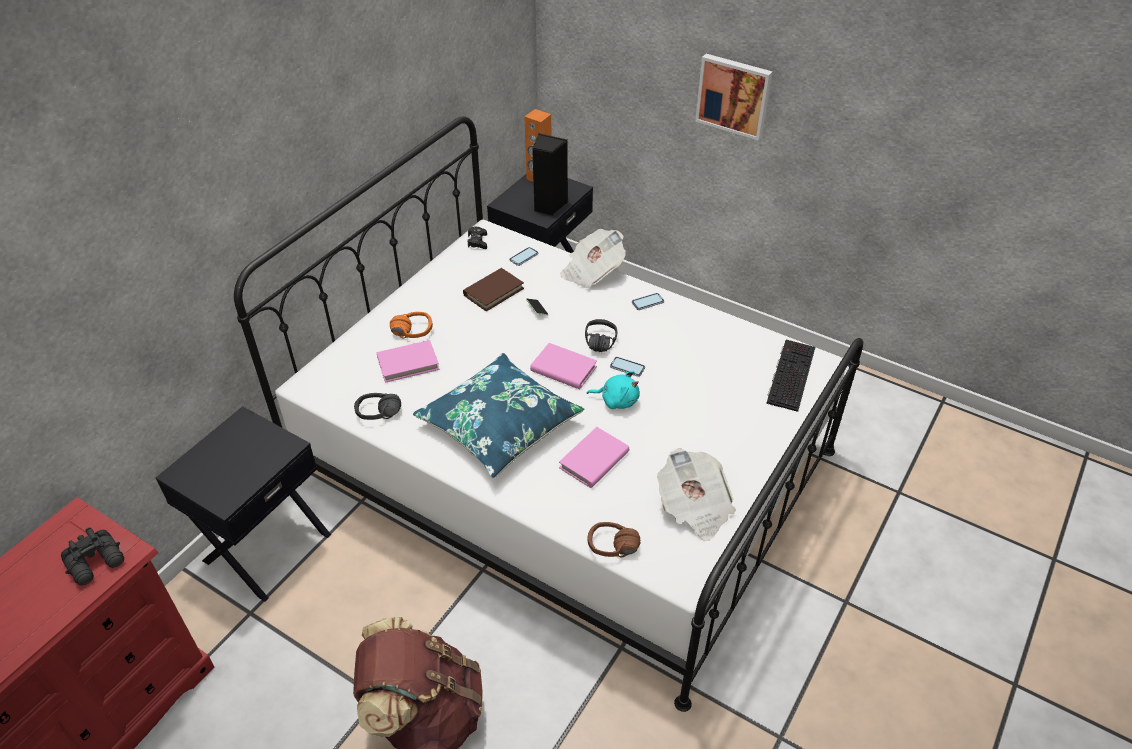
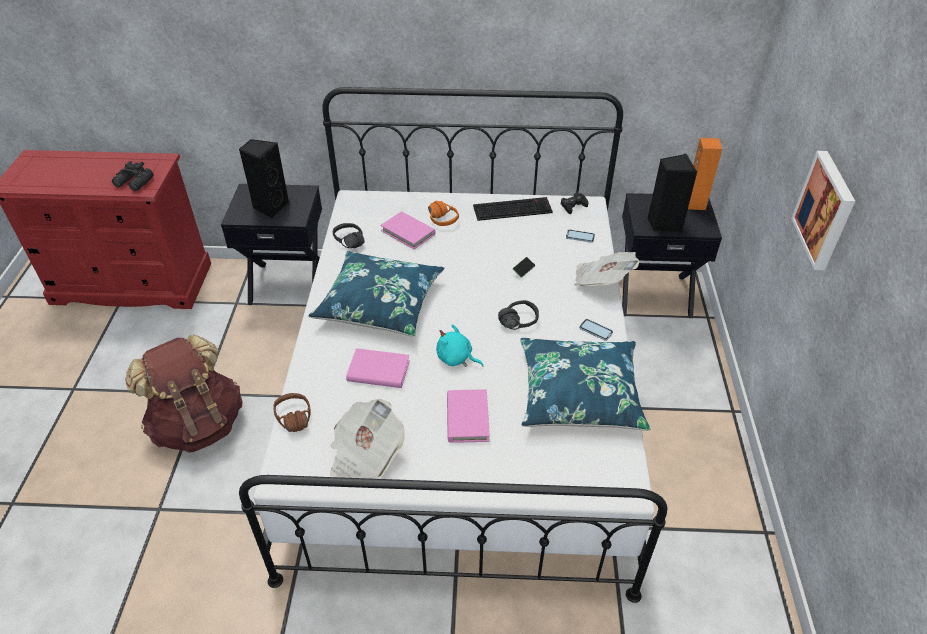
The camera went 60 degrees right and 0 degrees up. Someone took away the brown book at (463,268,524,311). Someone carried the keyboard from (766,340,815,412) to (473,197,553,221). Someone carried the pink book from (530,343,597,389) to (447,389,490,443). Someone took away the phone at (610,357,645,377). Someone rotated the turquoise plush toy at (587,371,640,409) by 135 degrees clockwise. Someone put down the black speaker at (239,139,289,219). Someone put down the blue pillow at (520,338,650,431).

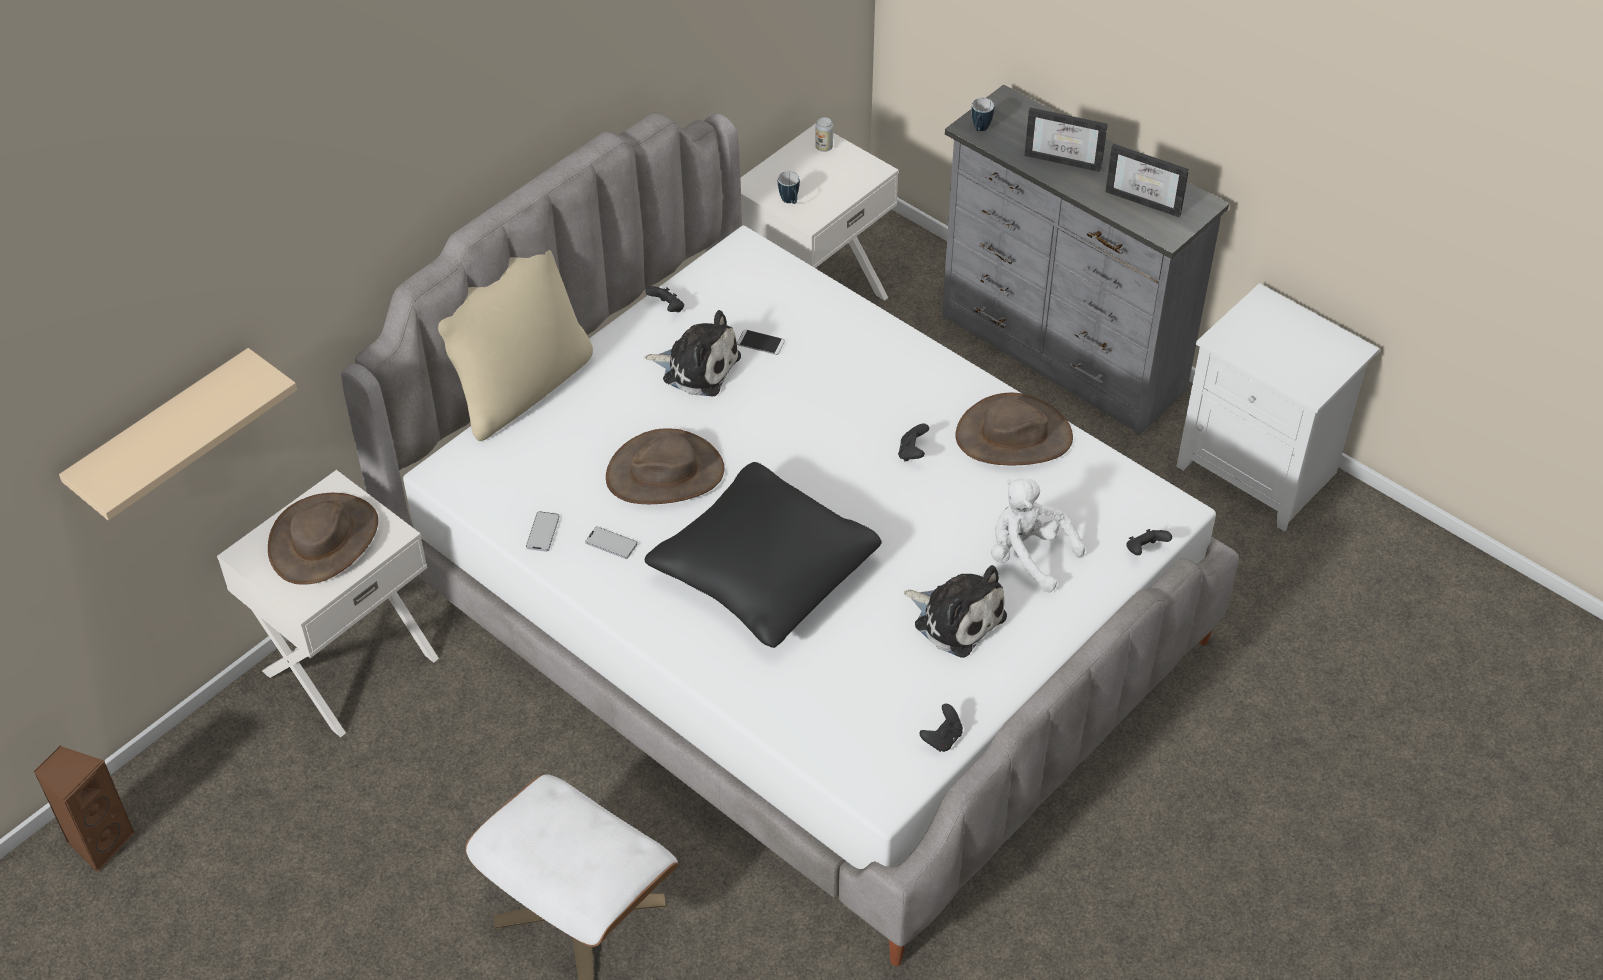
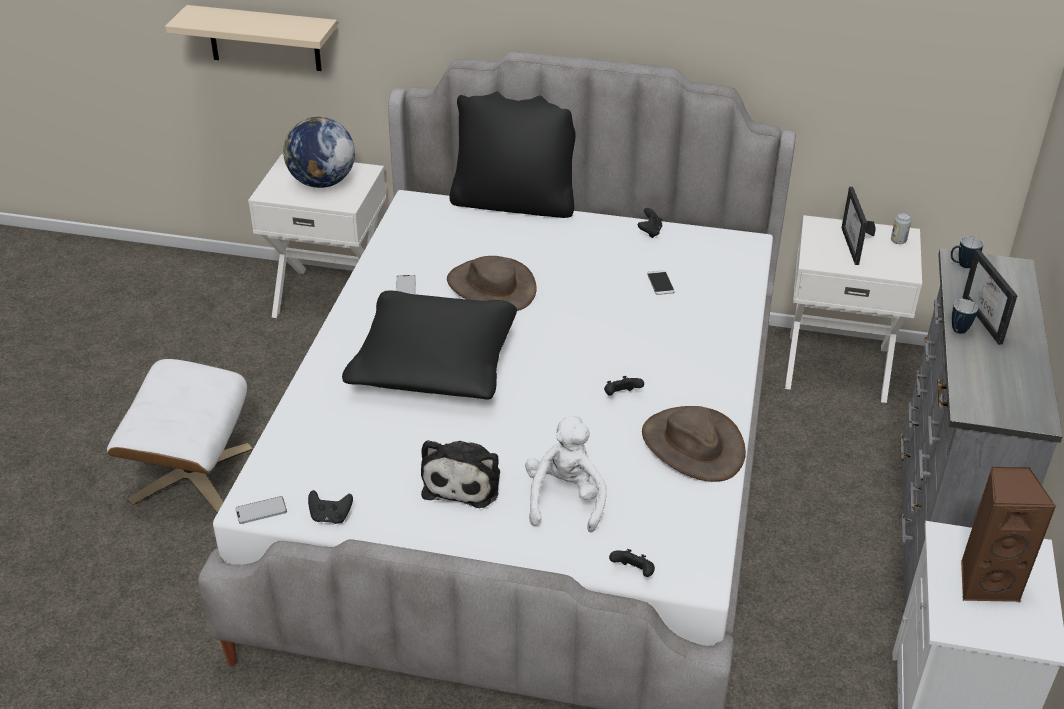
The camera went 60 degrees right and 10 degrees down. Someone carried the picture frame from (1105,144,1189,217) to (842,187,876,265). Someone carried the mug from (778,171,800,204) to (952,299,978,334). Someone repainted the beige pillow at (438,250,593,441), which became the black pillow at (449,91,576,218). Someone took away the plush toy at (644,310,741,396). Someone swapped the brown hat at (268,493,378,585) for the globe at (283,117,355,188). Someone carried the phone from (526,511,560,552) to (235,496,287,524). Someone carried the brown speaker from (33,745,135,873) to (961,466,1056,602).

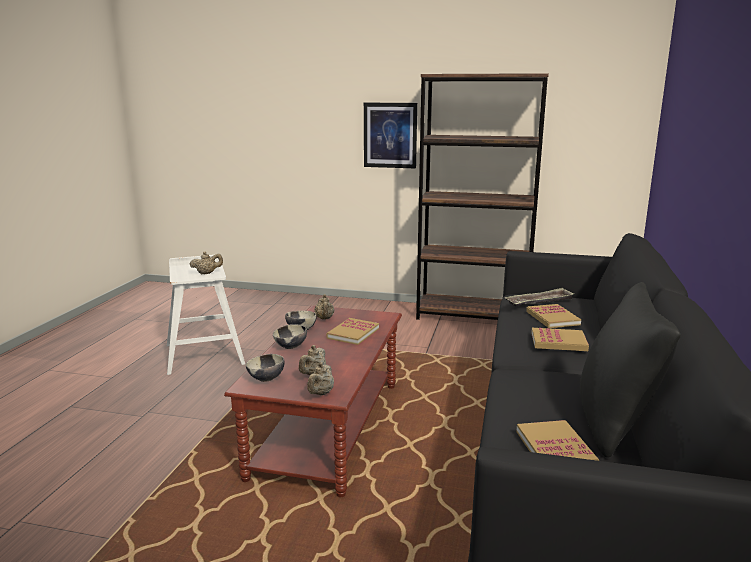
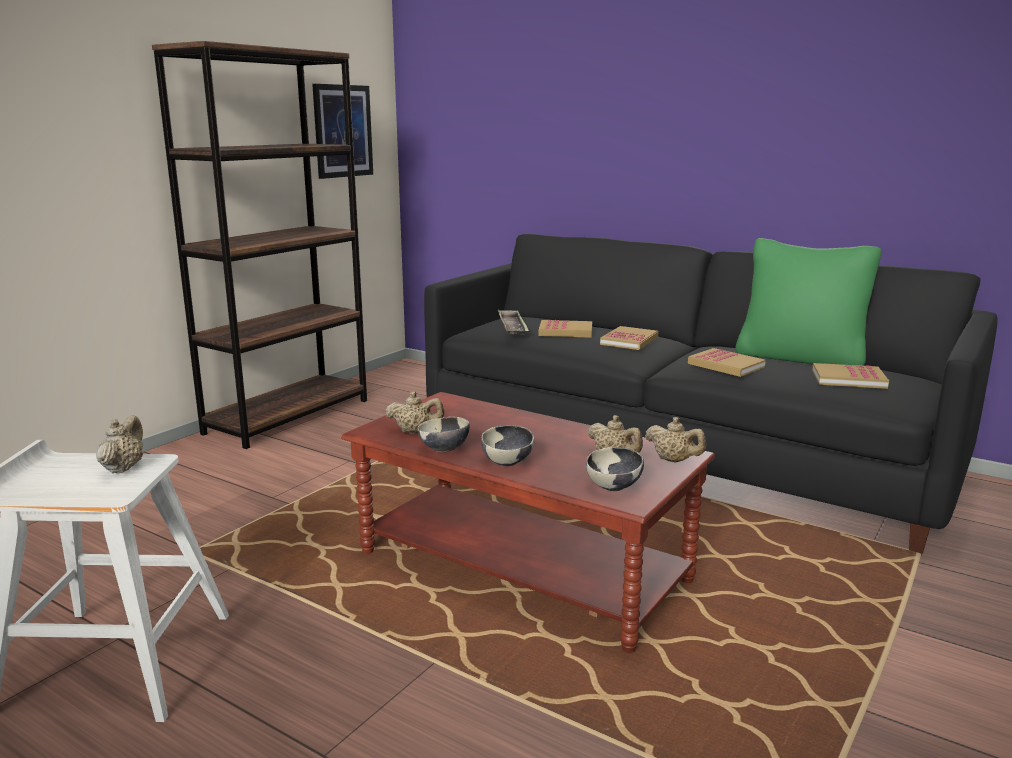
The camera went 70 degrees left and 0 degrees up. Someone carried the picture from (364,103,417,169) to (312,84,373,179). Someone repainted the black pillow at (580,282,681,457), which became the green pillow at (736,238,882,366). Someone carried the book from (326,318,379,345) to (688,348,766,377).

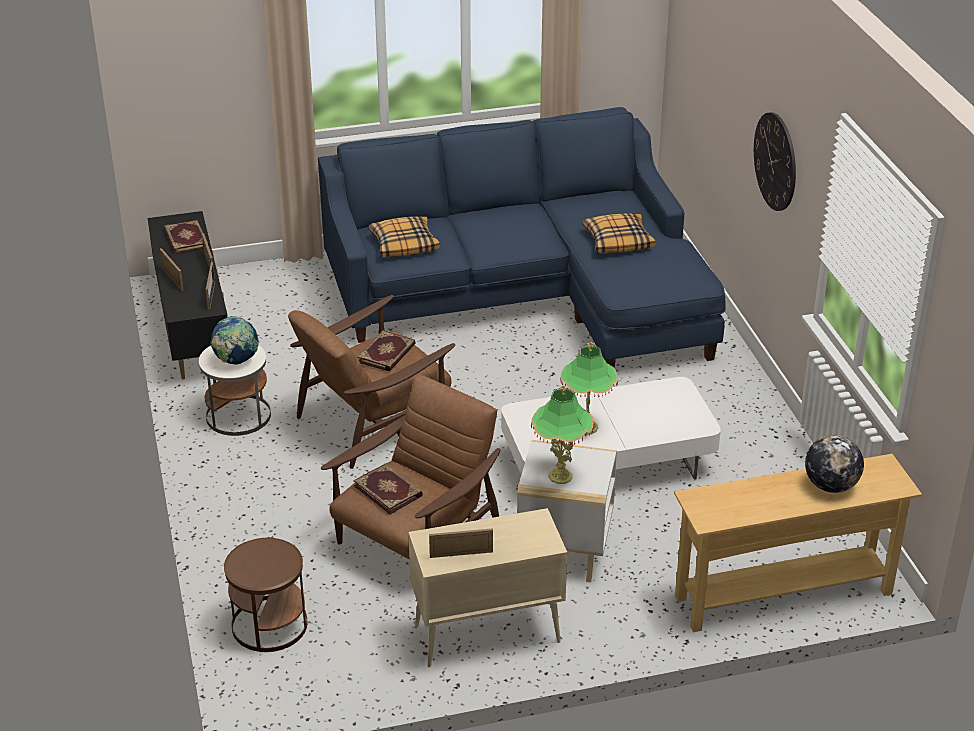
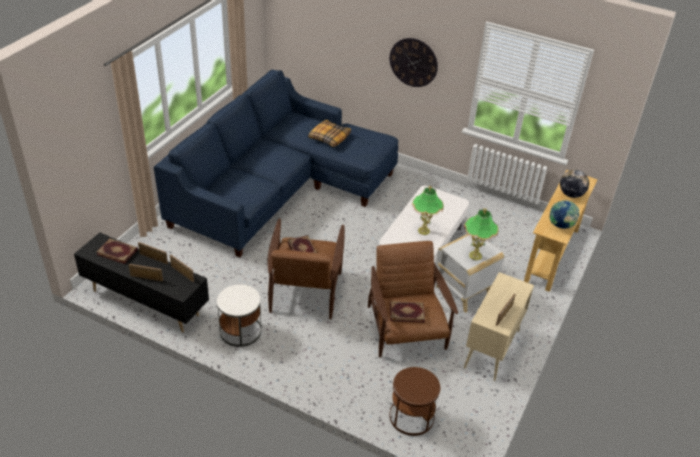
The camera went 50 degrees left and 5 degrees up. Someone took away the pillow at (369,216,440,257). Someone carried the globe from (210,316,260,365) to (550,200,579,229).

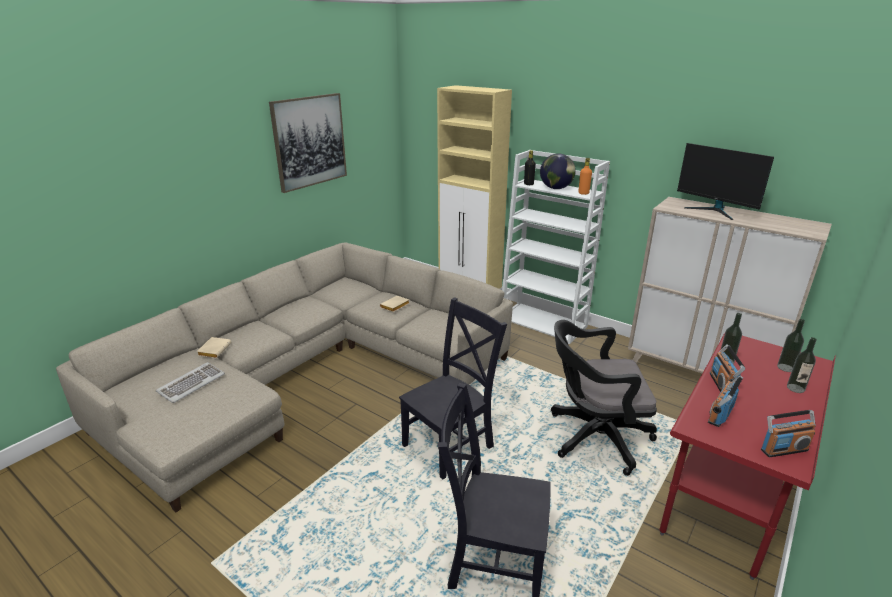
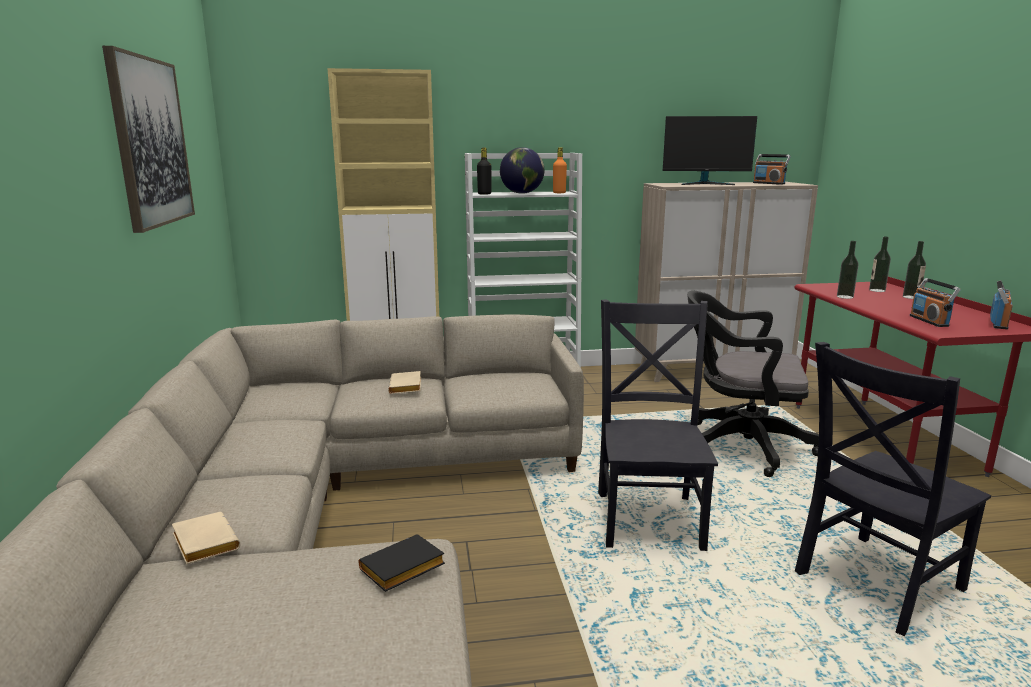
The camera went 45 degrees left and 10 degrees down. Someone rotated the black office chair at (551,320,657,476) by 60 degrees clockwise. Someone carried the radio from (710,344,745,392) to (753,154,791,185). Someone took away the keyboard at (156,362,225,403). Someone put down the black book at (359,534,445,592).

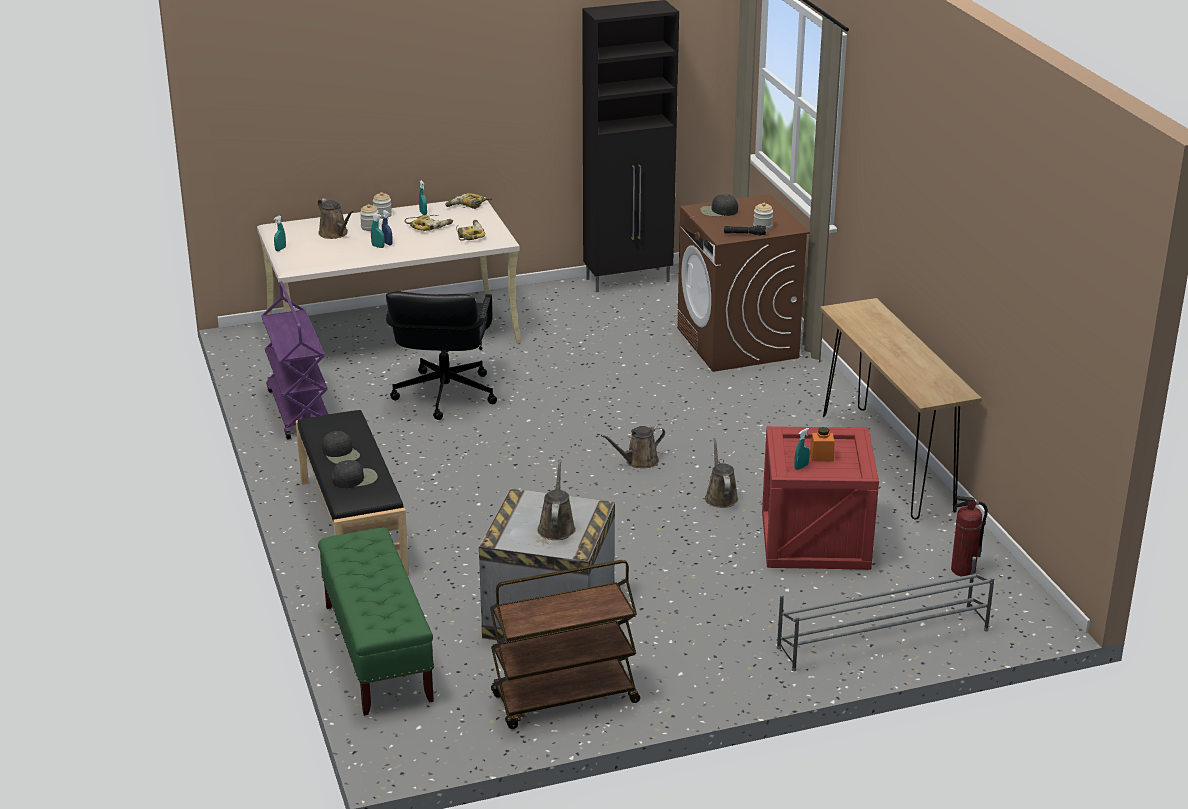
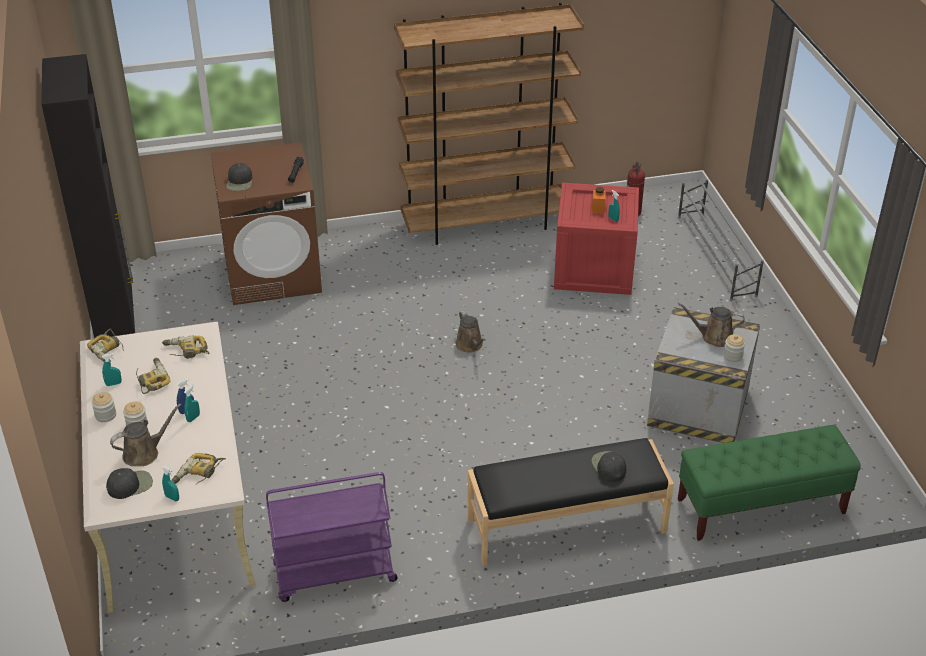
The camera went 85 degrees left and 10 degrees up. Someone carried the jar from (753,203,773,230) to (723,334,745,362). Someone took away the black office chair at (386,291,497,420). Someone swapped the brown console table at (820,298,982,520) for the brown bookcase at (394,3,584,245). Someone carried the black cap from (322,431,360,464) to (106,468,153,499). Someone took away the brown watering can at (705,438,738,508). Someone took away the brown cart at (490,560,640,729). Someone put down the power drill at (172,453,226,485).

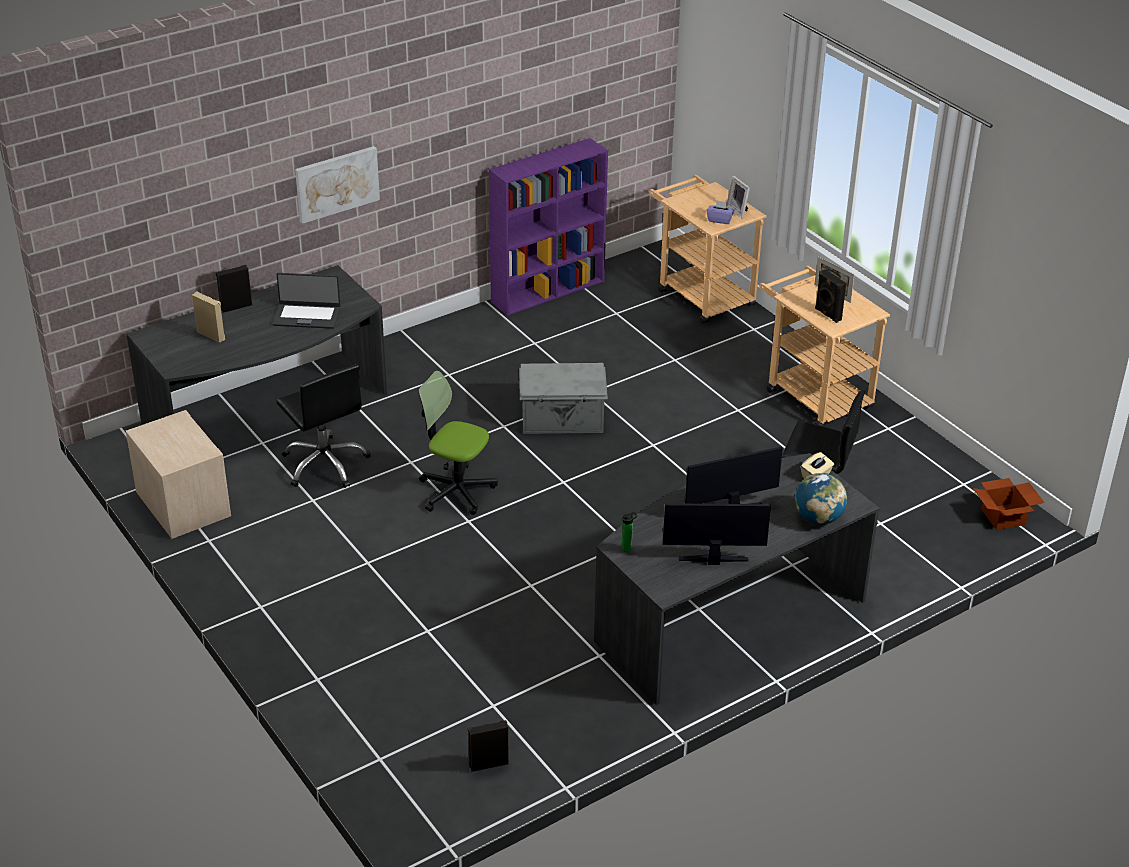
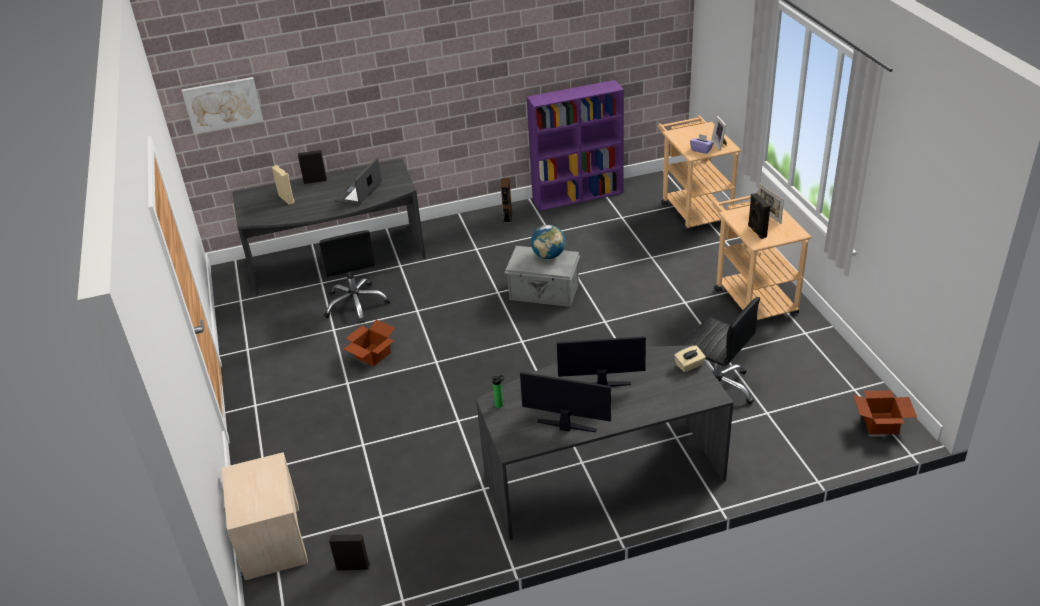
The camera went 20 degrees right and 0 degrees up. Someone carried the picture from (295,146,380,224) to (182,77,263,134). Someone rotated the laptop at (273,273,341,329) by 90 degrees clockwise. Someone took away the office chair at (418,371,498,515). Someone carried the beige nightstand from (126,410,231,539) to (222,453,308,581). Someone carried the globe from (795,473,847,524) to (531,225,565,259). Someone put down the brown speaker at (501,178,512,223). Someone put down the cardboard box at (344,320,395,366).

